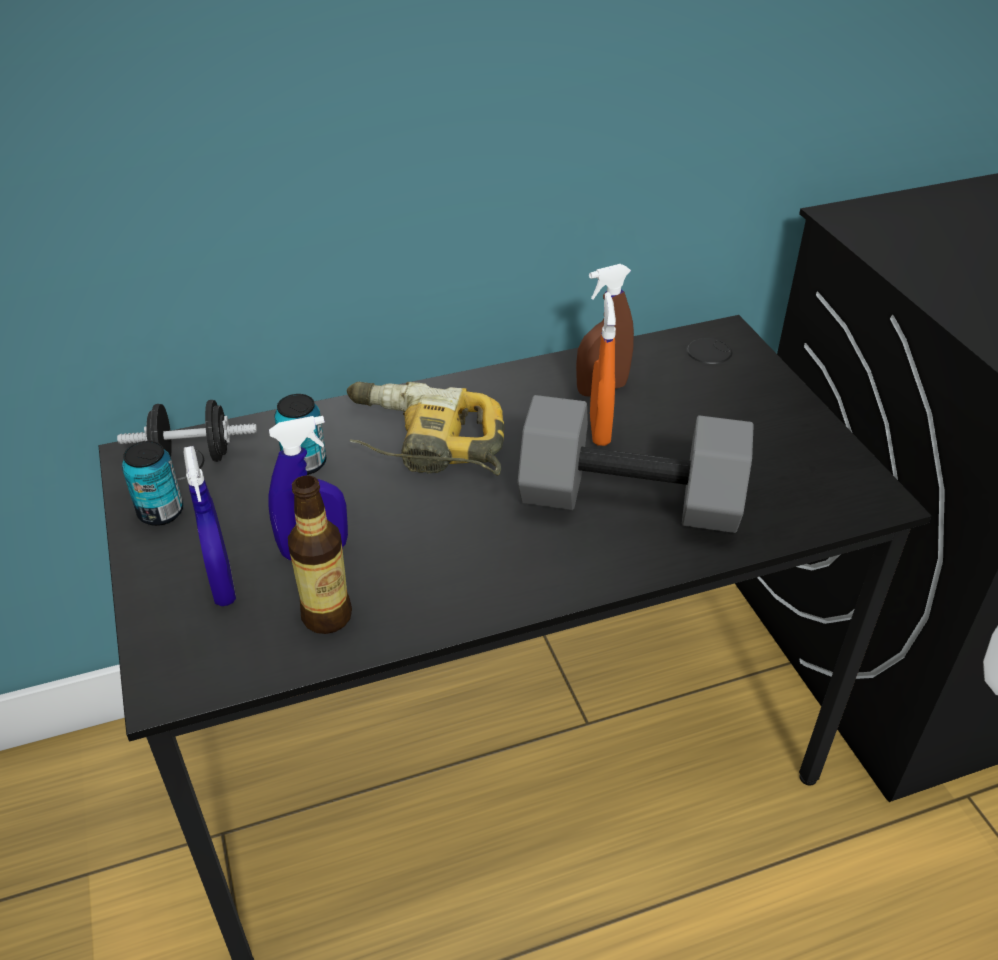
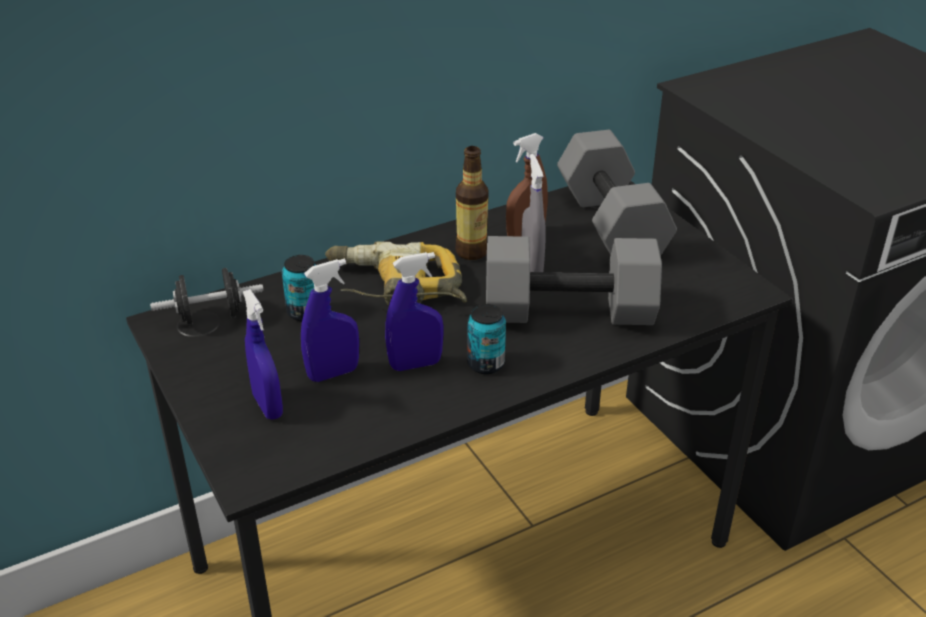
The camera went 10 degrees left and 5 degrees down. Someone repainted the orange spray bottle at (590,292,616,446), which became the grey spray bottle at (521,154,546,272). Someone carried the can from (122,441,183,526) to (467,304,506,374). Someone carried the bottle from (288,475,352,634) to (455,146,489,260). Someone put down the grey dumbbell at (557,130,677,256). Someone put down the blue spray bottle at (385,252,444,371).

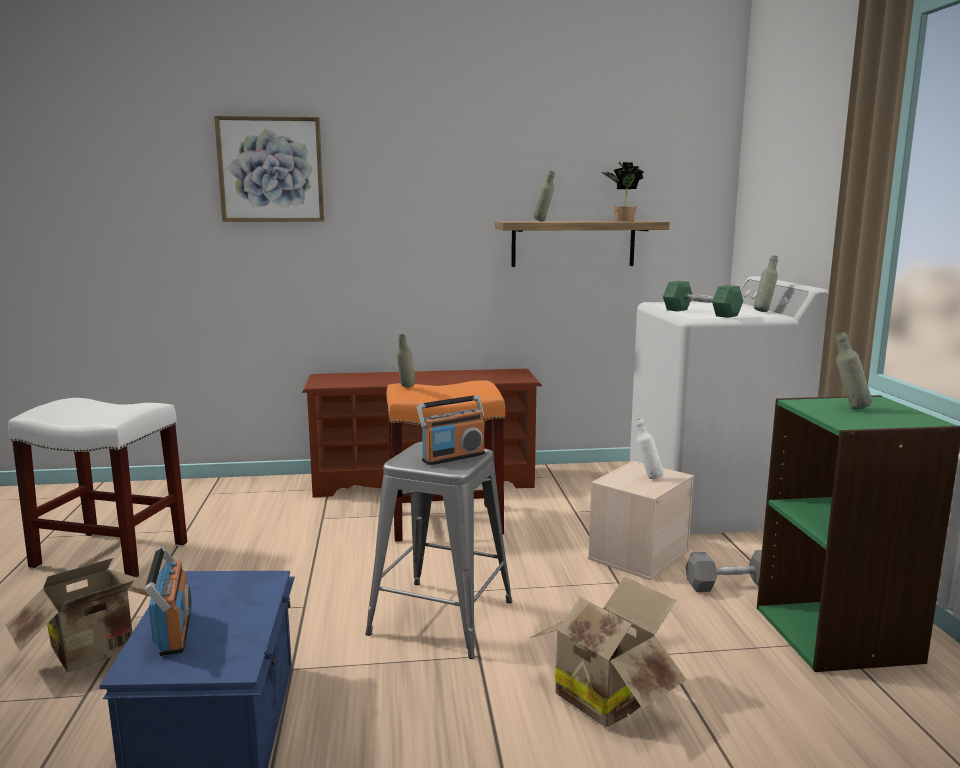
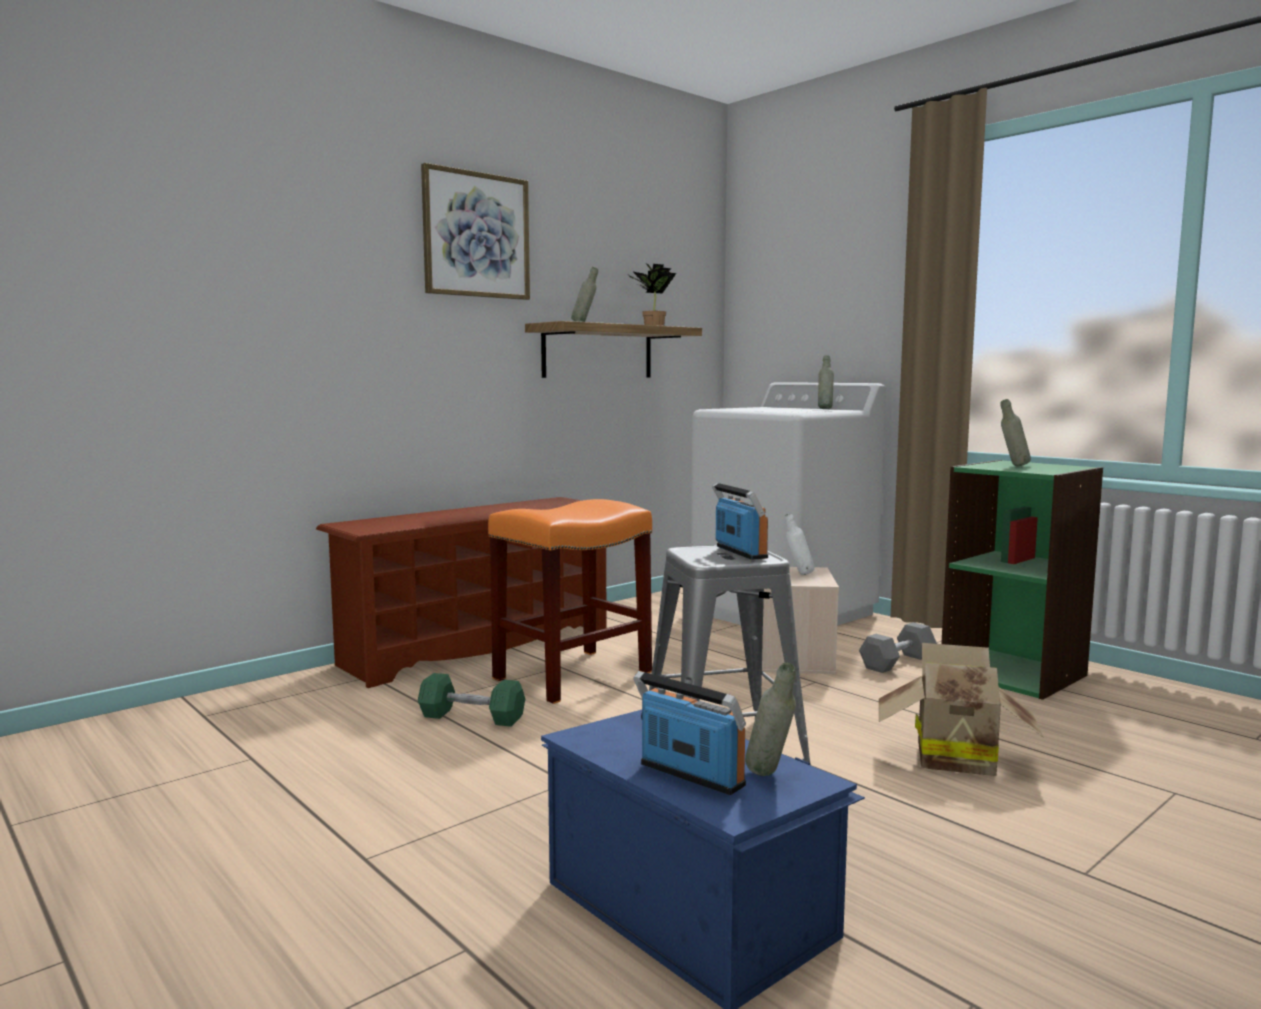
The camera went 35 degrees left and 5 degrees down. Someone carried the picture from (214,116,324,222) to (421,163,530,300). Someone carried the green dumbbell from (663,281,743,318) to (418,673,525,727). Someone carried the grey bottle from (396,334,415,388) to (745,663,796,776). Someone rotated the radio at (417,395,486,465) by 45 degrees counterclockwise. Someone took away the white stool at (8,398,187,578). Someone took away the cardboard box at (5,558,150,673).

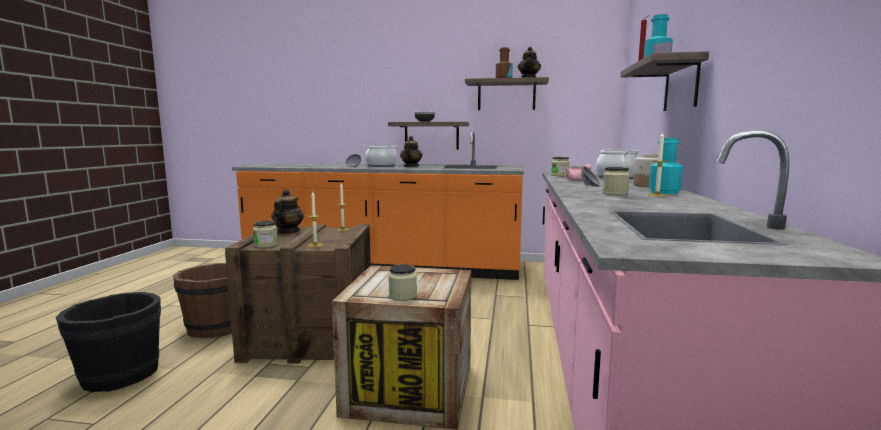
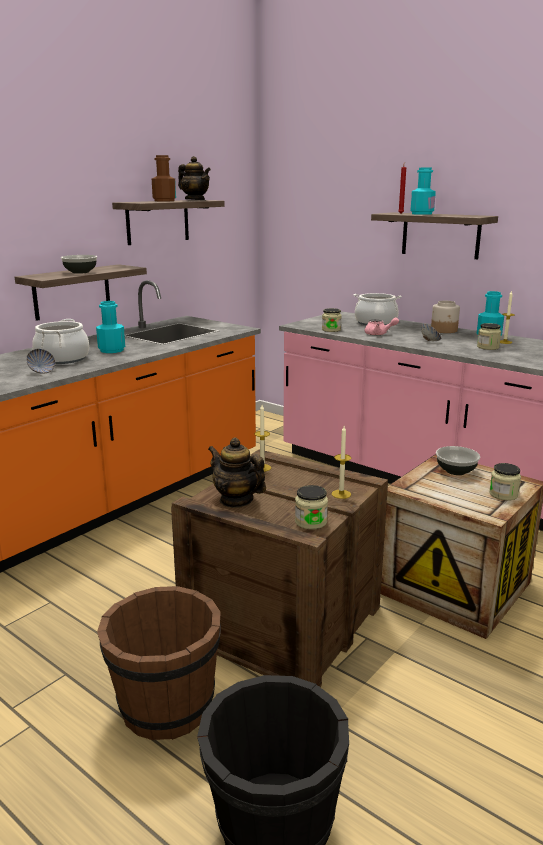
The camera went 60 degrees left and 10 degrees up. Someone swapped the teapot at (400,136,422,167) for the turquoise bottle at (96,301,125,353). Someone put down the bowl at (436,446,480,475).

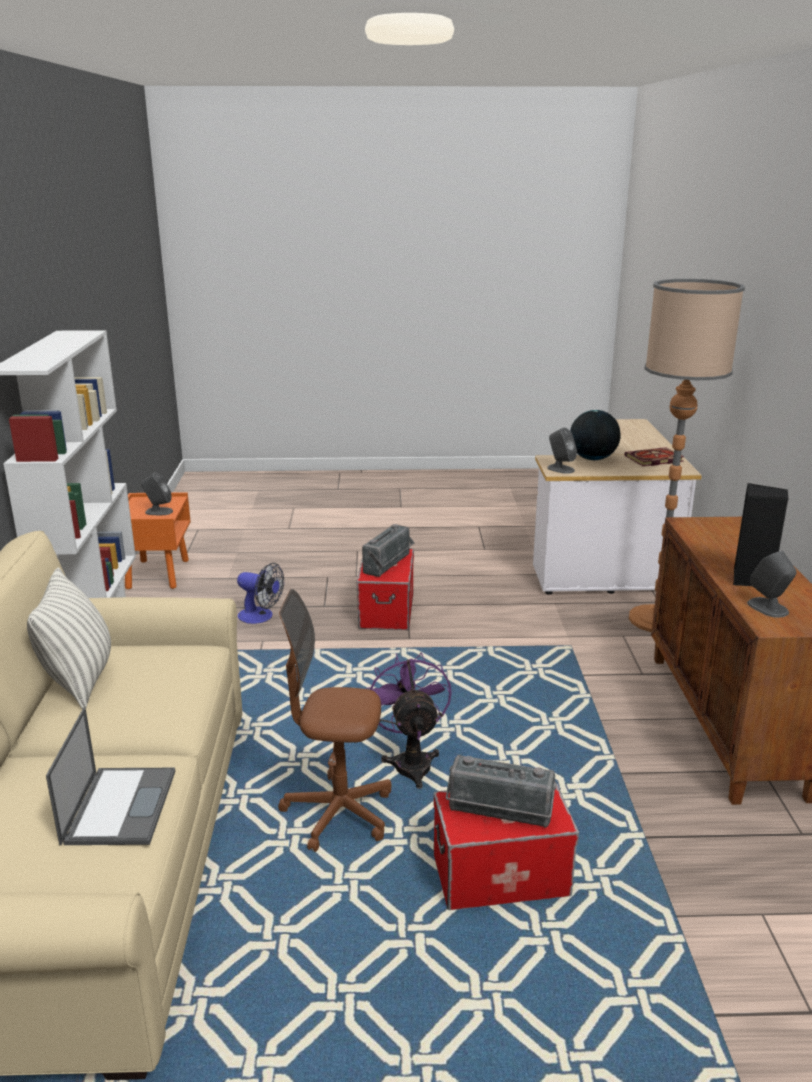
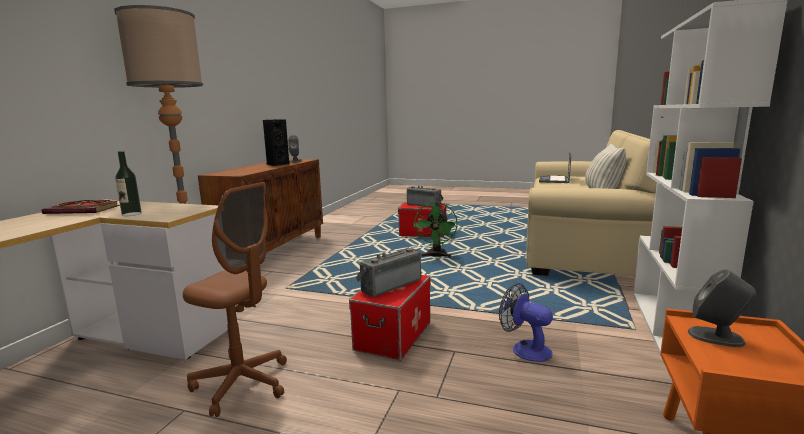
The camera went 160 degrees left and 10 degrees down. Someone swapped the globe at (570,410,621,460) for the bottle at (115,151,142,216). Someone took away the grey speaker at (547,428,577,474). Someone carried the brown office chair from (278,589,391,852) to (183,182,287,417). Someone repainted the purple fan at (366,652,452,789), which became the green fan at (414,202,458,257).

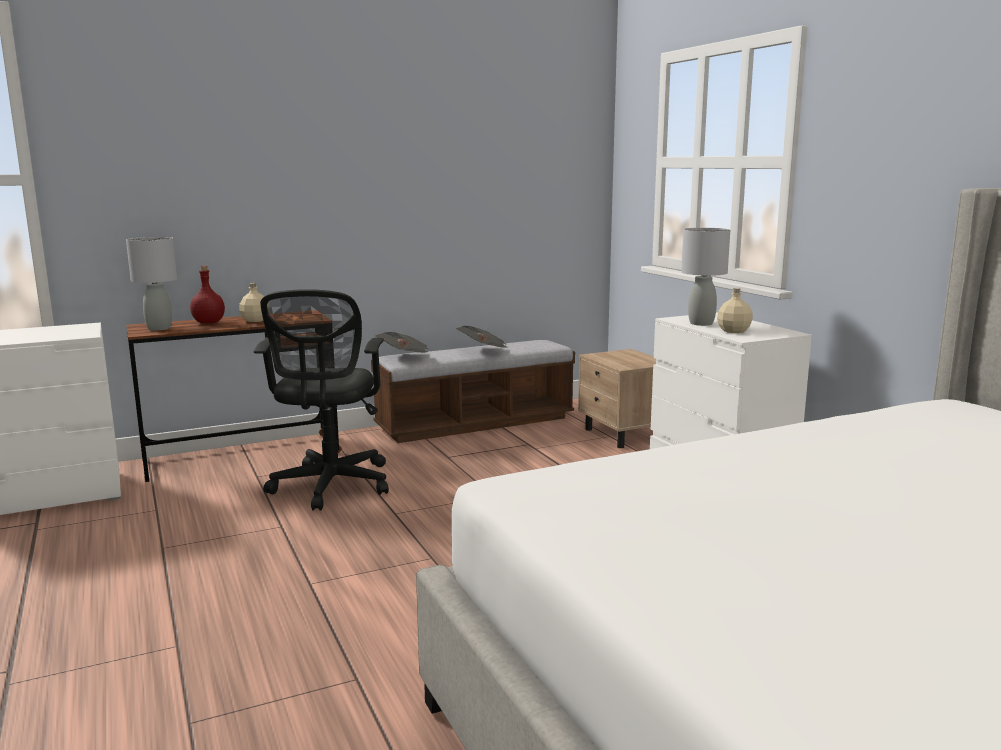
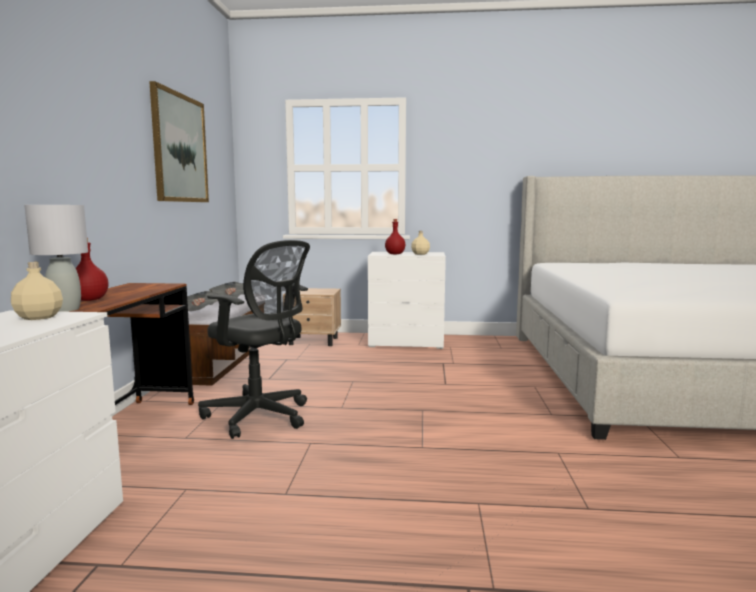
The camera went 60 degrees left and 5 degrees down. Someone swapped the grey table lamp at (681,228,730,326) for the red bottle at (385,219,405,254). Someone carried the beige bottle from (239,283,264,322) to (11,262,63,320). Someone put up the picture at (149,81,209,202).

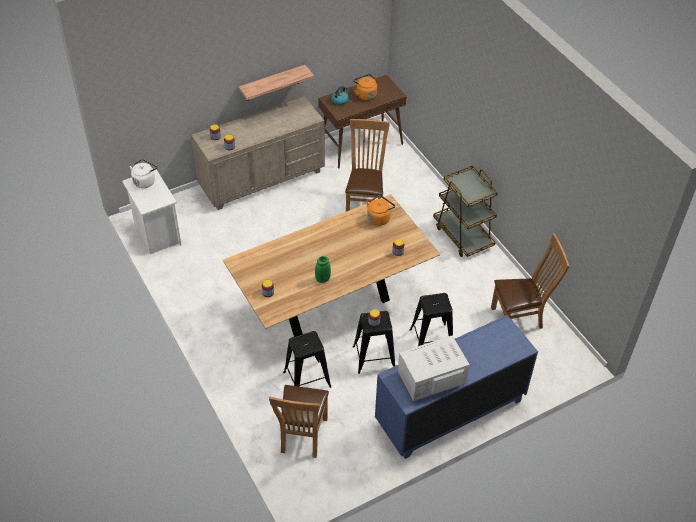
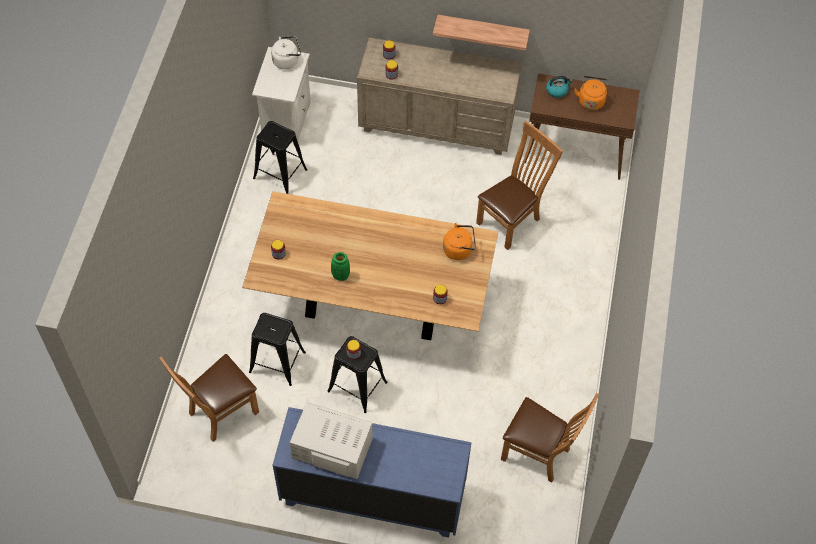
The camera went 40 degrees right and 10 degrees up. Someone took away the brown cart at (433,165,498,257). Someone carried the black stool from (410,293,453,346) to (253,121,307,194).

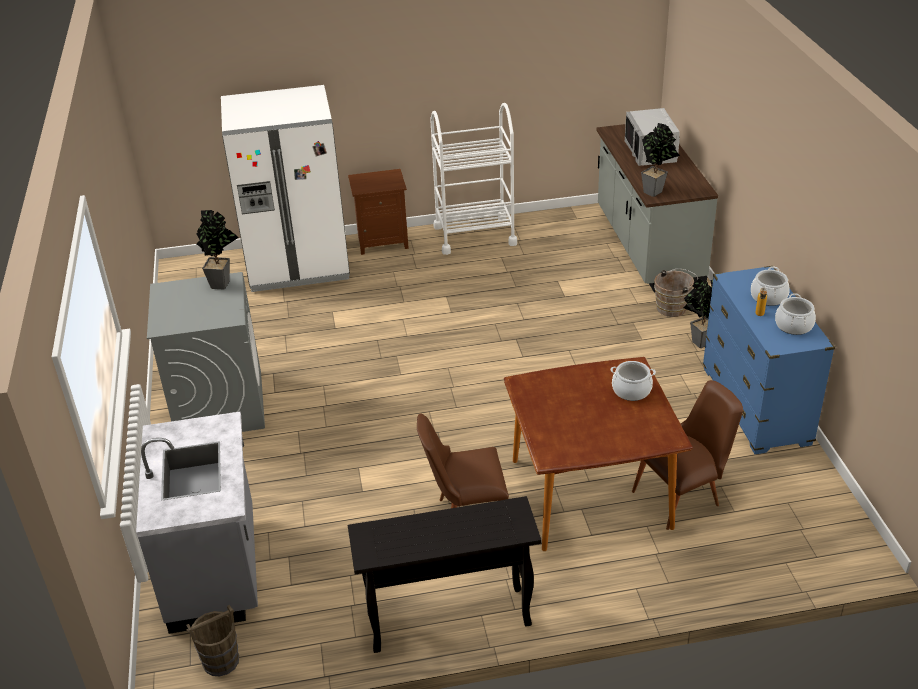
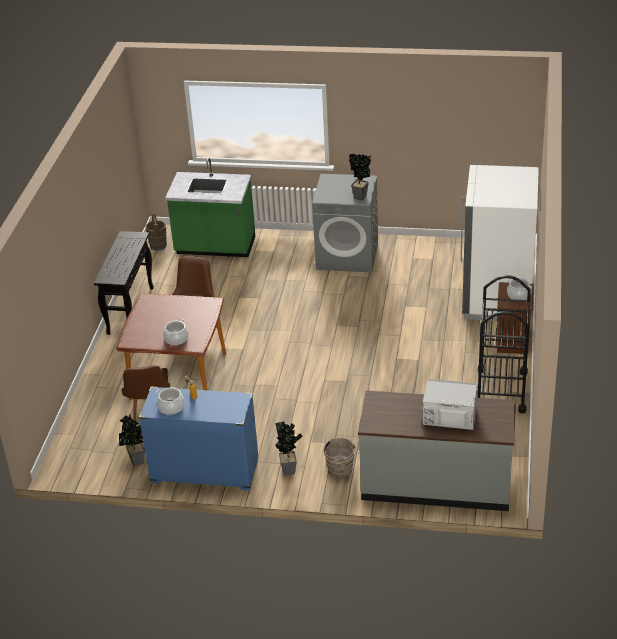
The camera went 110 degrees right and 0 degrees up. Someone repainted the white cart at (430,103,517,255), which became the black cart at (478,275,531,414). Someone carried the potted plant from (641,123,680,197) to (119,414,145,467). Someone carried the cooking pot from (751,266,790,306) to (507,278,532,300). Someone repainted the grey counter at (136,412,258,634), which became the green counter at (165,158,255,257).

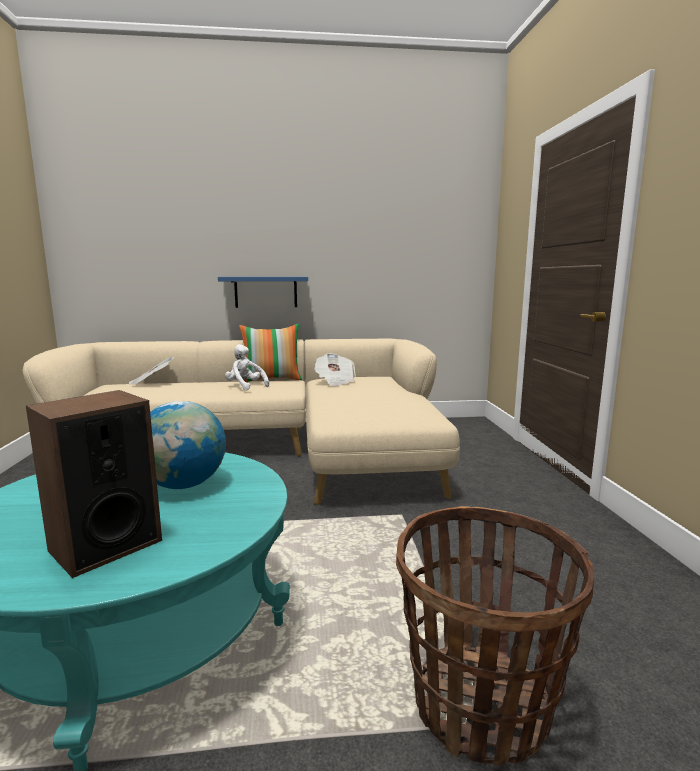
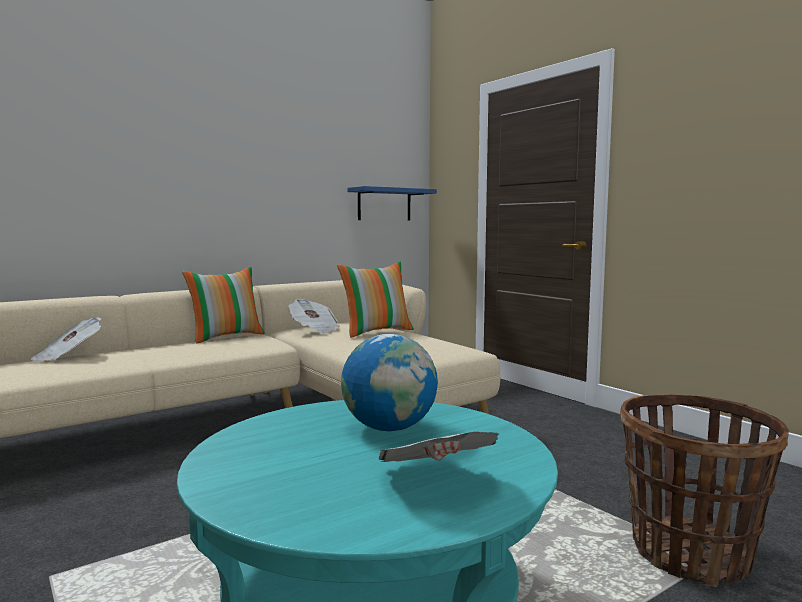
The camera went 30 degrees left and 5 degrees down. Someone carried the blue shelf from (218,277,308,308) to (347,186,437,220). Someone took away the white plush toy at (225,344,269,391). Someone swapped the speaker at (26,390,162,578) for the newspaper at (378,432,499,462). Someone put down the pillow at (337,261,414,338).

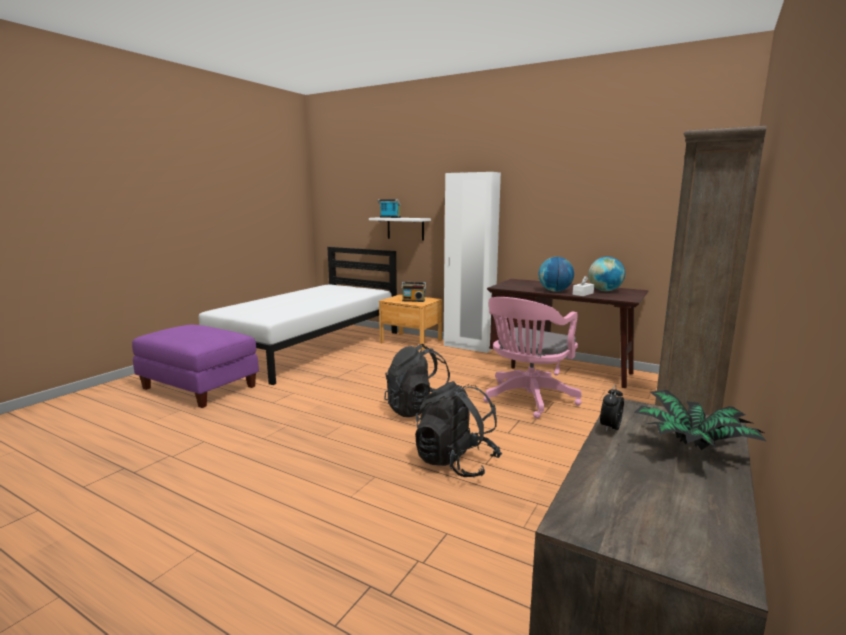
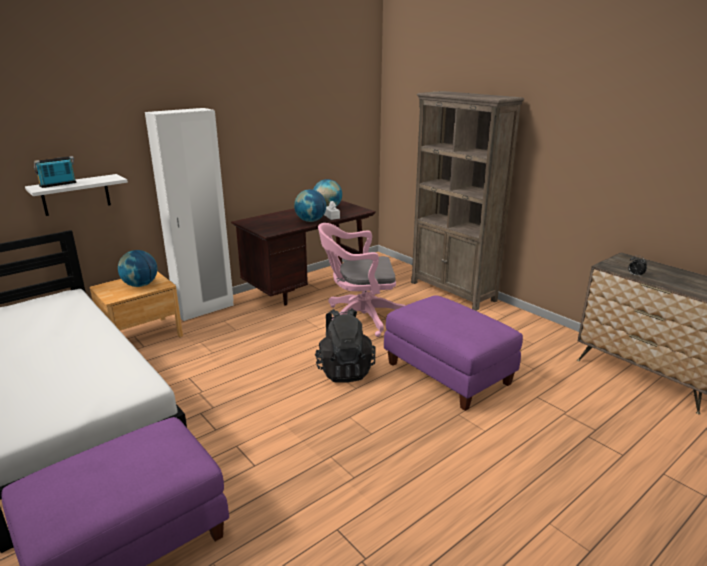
The camera went 70 degrees left and 10 degrees up. Someone swapped the radio at (401,282,426,302) for the globe at (118,250,157,287). Someone rotated the pink office chair at (484,297,581,419) by 120 degrees clockwise. Someone swapped the black backpack at (415,381,502,477) for the purple ottoman at (384,295,523,411). Someone took away the potted plant at (634,390,766,450).

